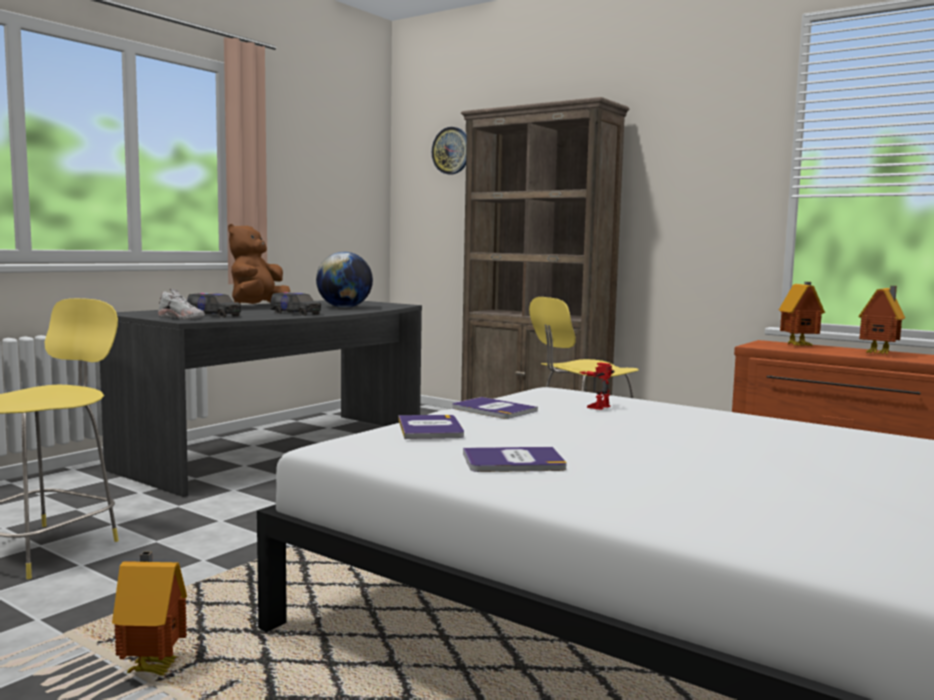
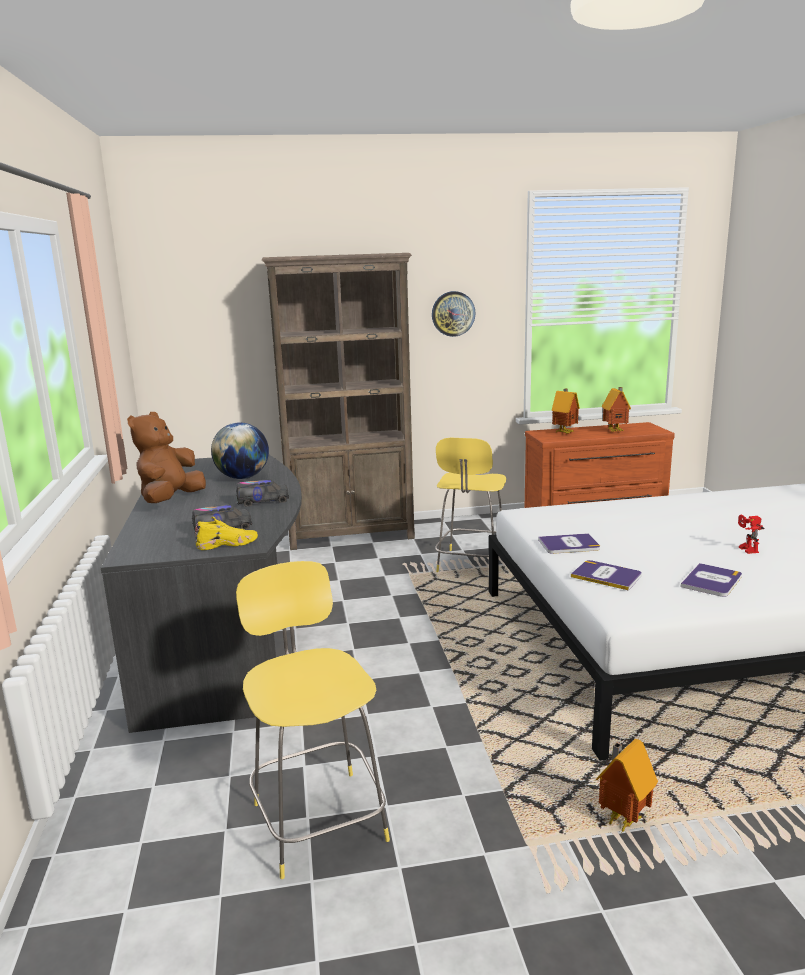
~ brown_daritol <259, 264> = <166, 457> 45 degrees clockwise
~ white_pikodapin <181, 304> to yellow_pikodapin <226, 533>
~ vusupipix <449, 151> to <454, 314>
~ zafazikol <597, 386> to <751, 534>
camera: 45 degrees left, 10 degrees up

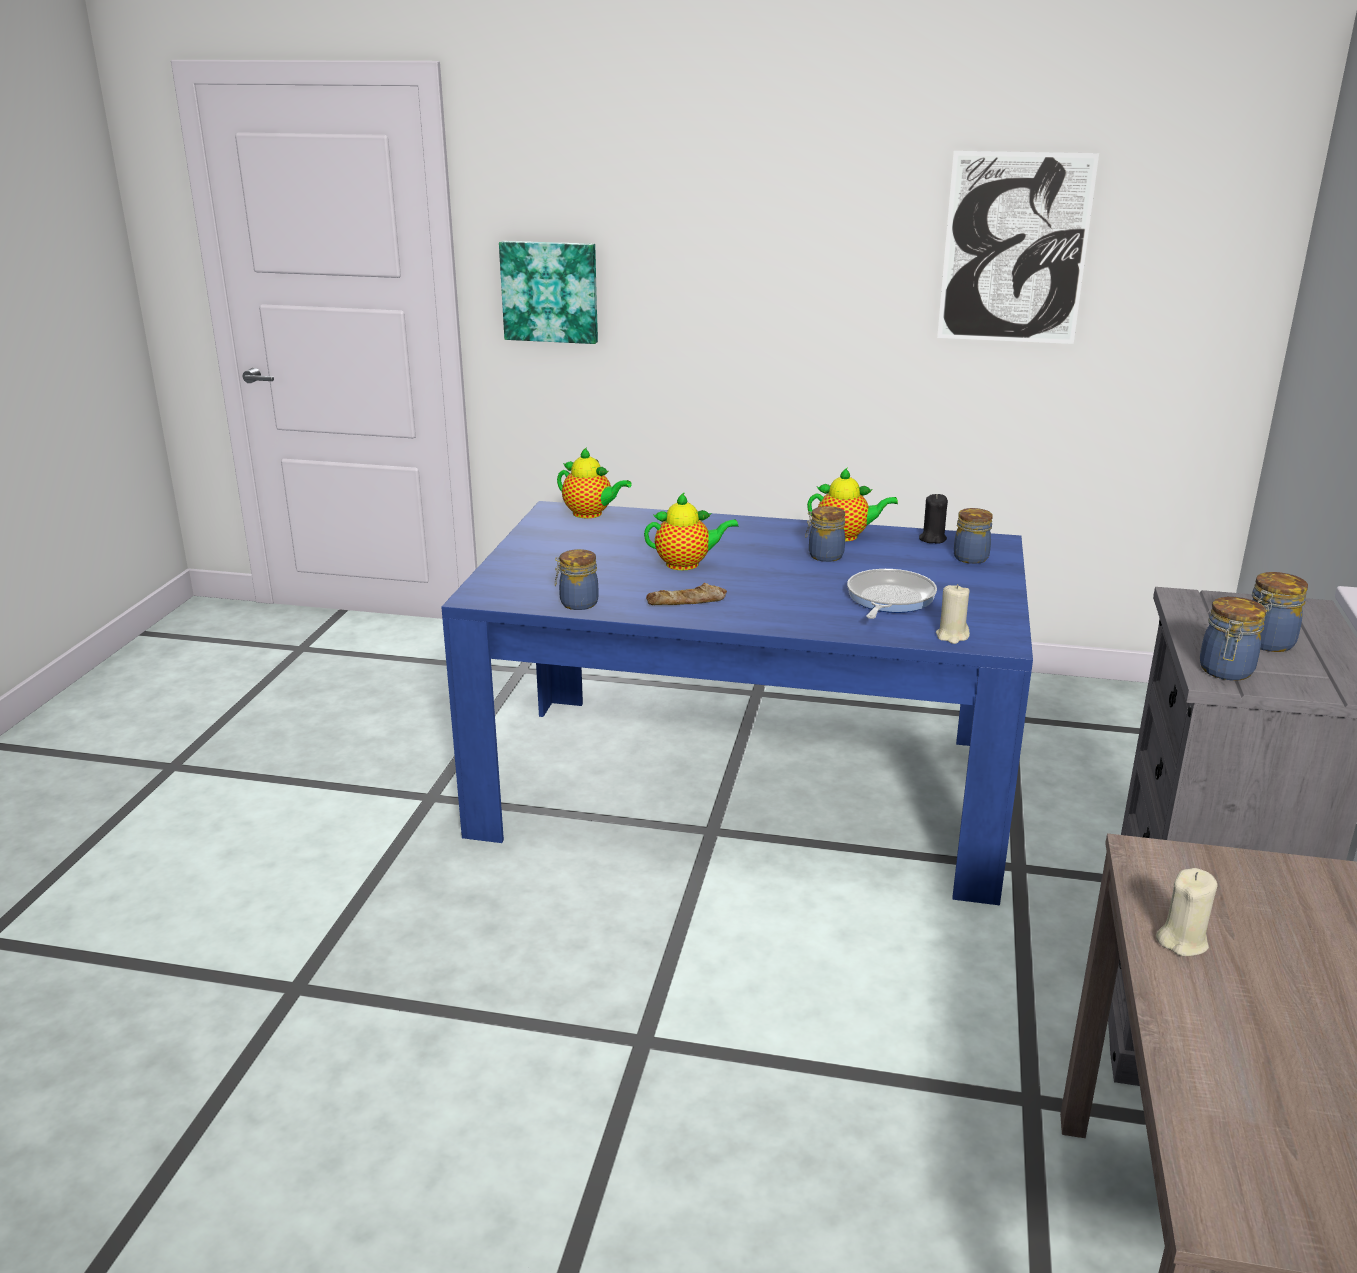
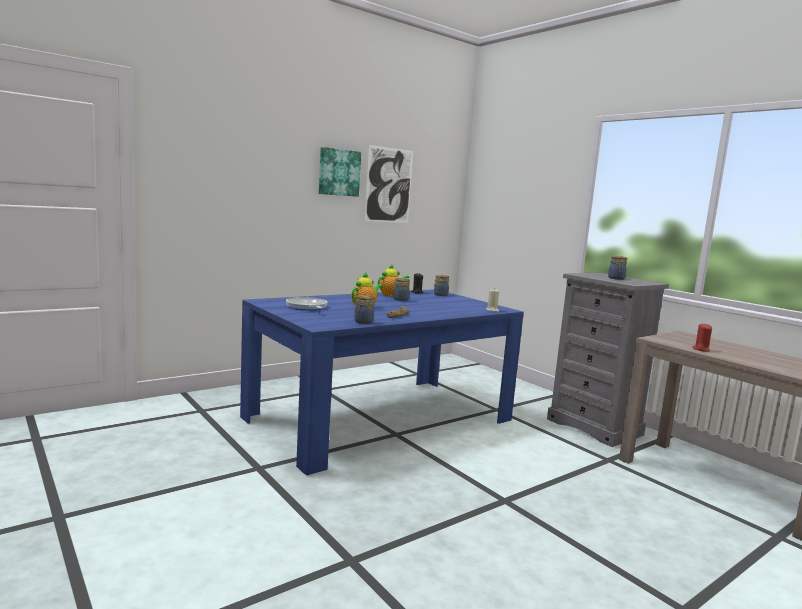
~ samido <892, 594> to <307, 303>
~ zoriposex <548, 292> to <340, 172>
~ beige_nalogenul <1186, 912> to red_nalogenul <702, 337>
- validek <594, 482>
- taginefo <1233, 638>
camera: 50 degrees left, 15 degrees down

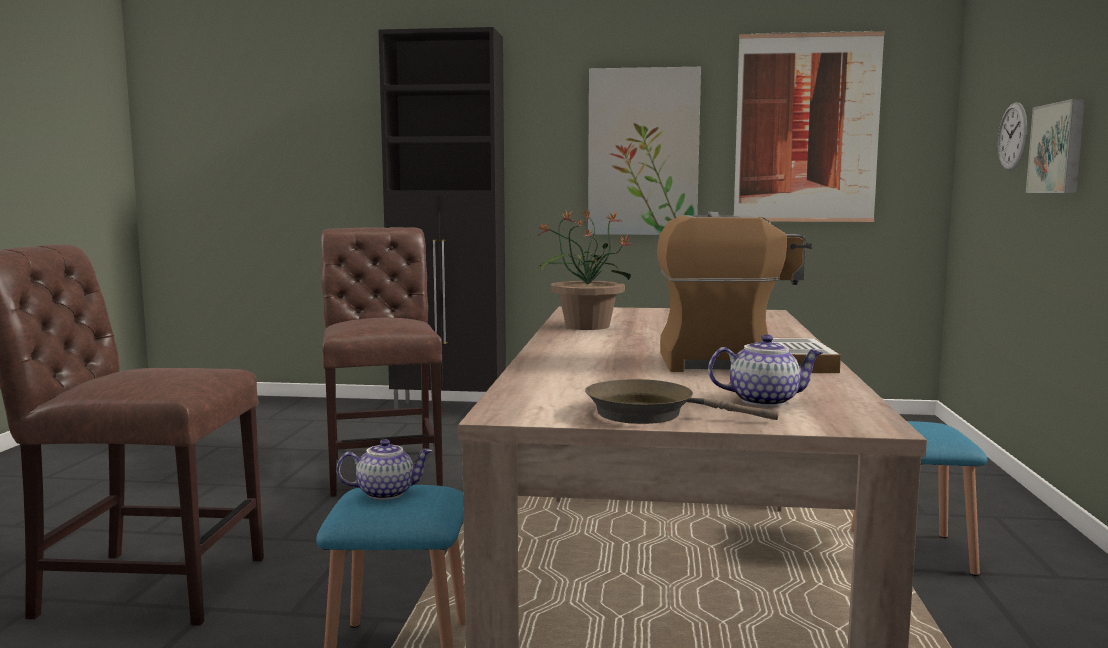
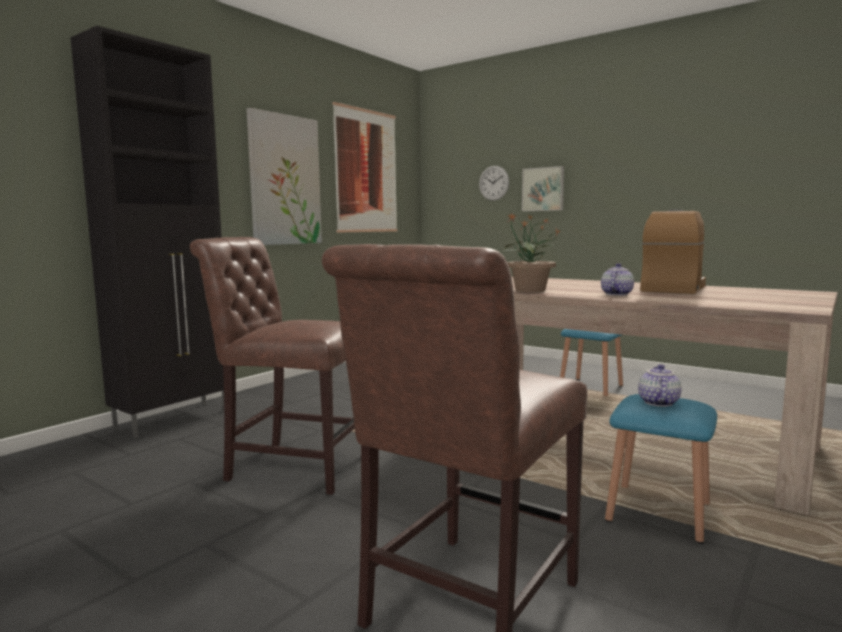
~ validek <765, 370> to <617, 279>
- brown_samido <681, 401>
camera: 60 degrees left, 0 degrees up

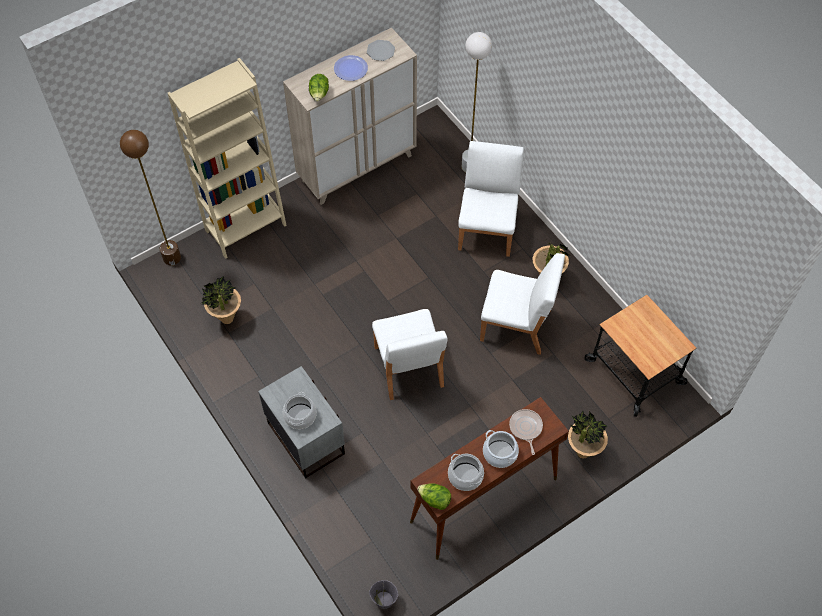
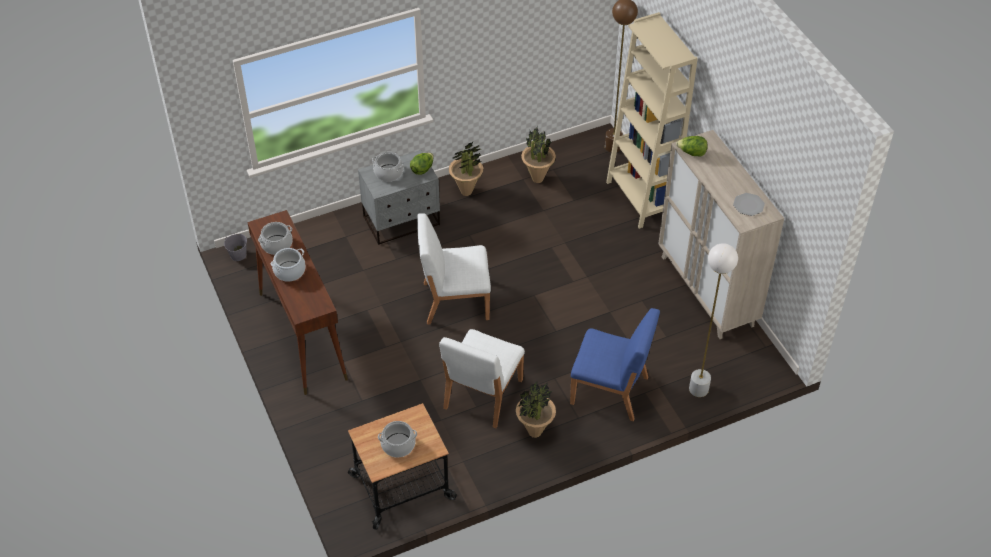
+ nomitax <397, 439>
~ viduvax <434, 496> to <422, 164>
~ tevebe <588, 435> to <466, 168>
~ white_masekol <491, 199> to blue_masekol <615, 364>
- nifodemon <351, 68>
- samido <526, 432>
camera: 100 degrees right, 10 degrees down

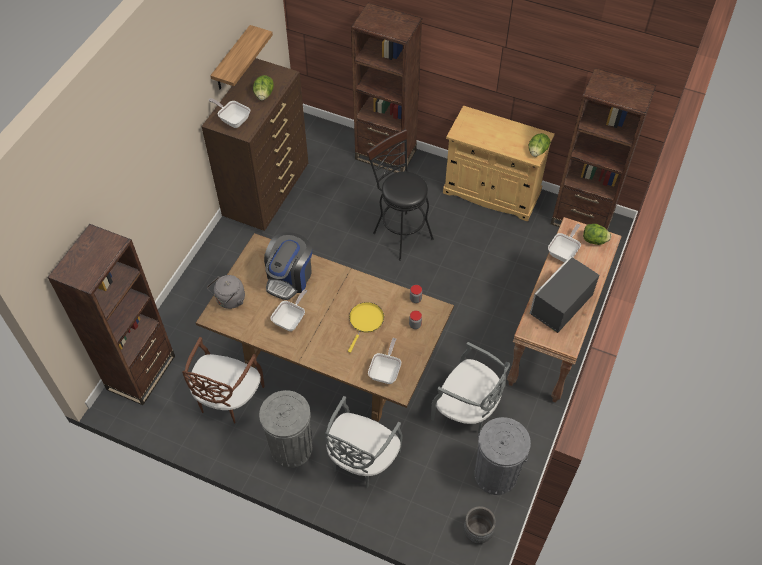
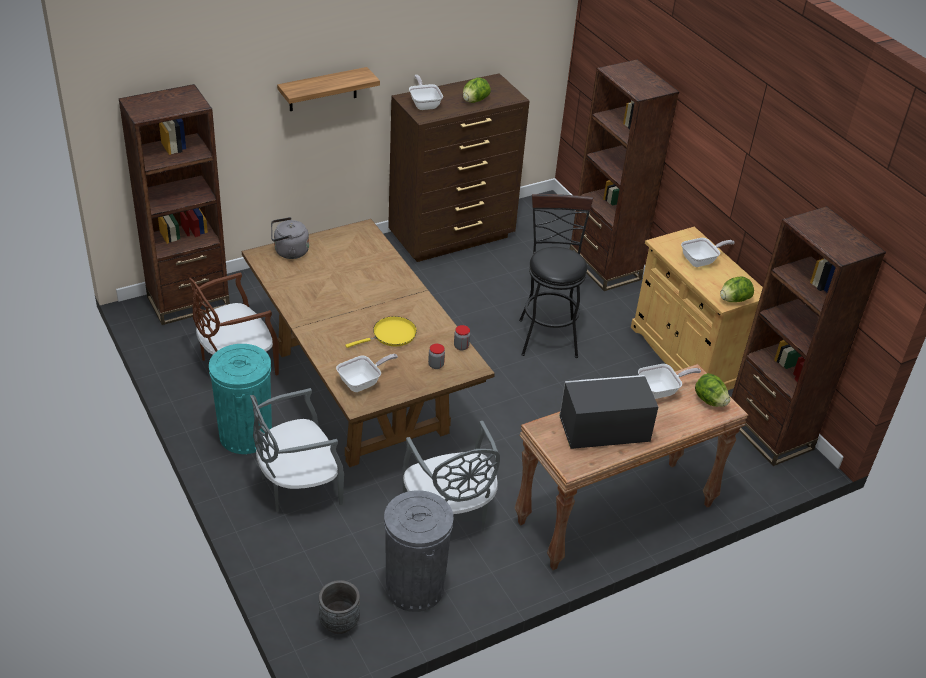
~ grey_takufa <286, 429> to turquoise_takufa <240, 399>
~ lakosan <241, 57> to <328, 89>
~ samido <289, 310> to <708, 252>
- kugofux <288, 266>
camera: 35 degrees right, 15 degrees down

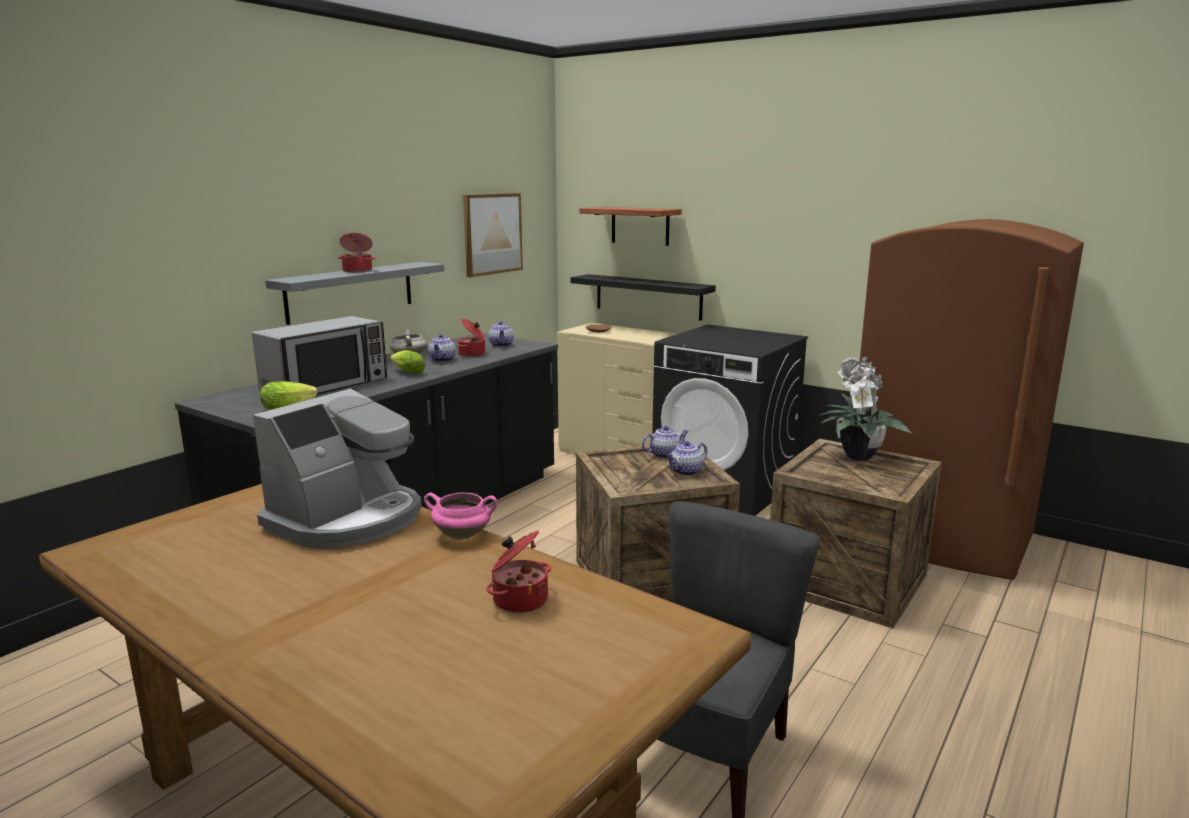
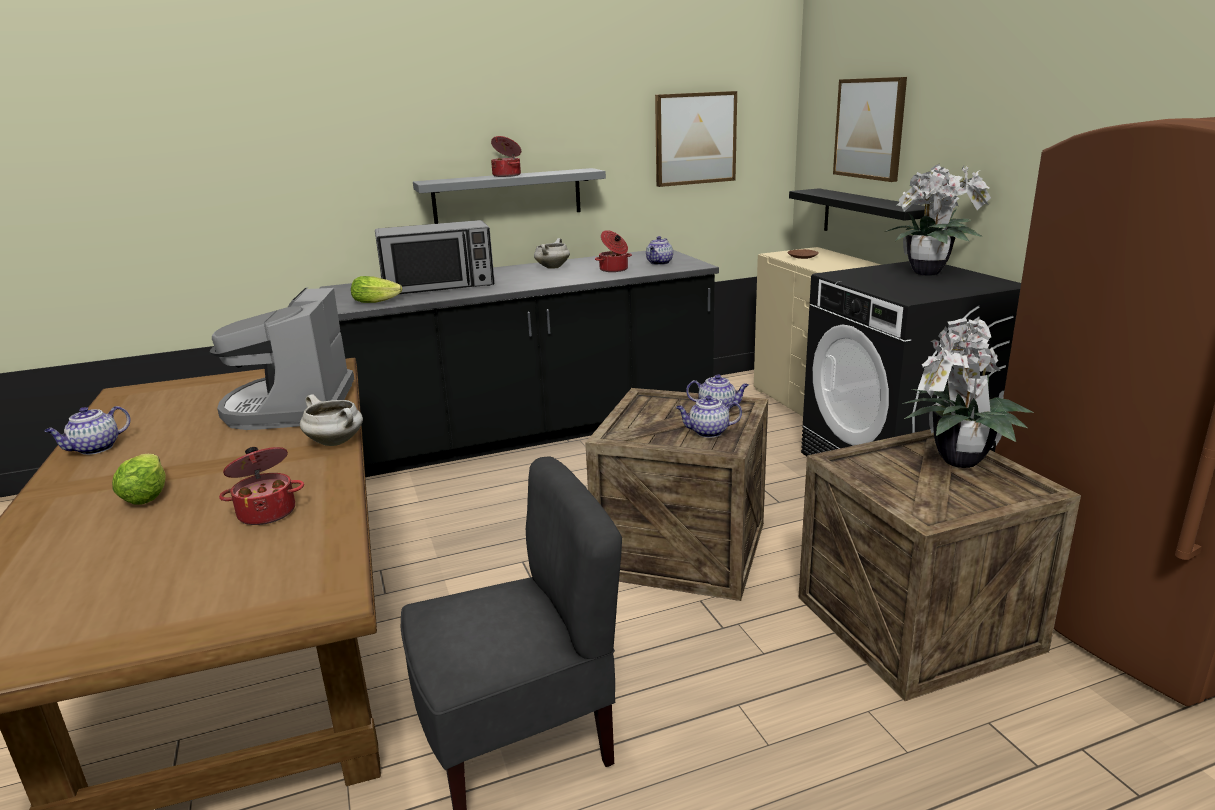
~ validek <442, 348> to <87, 430>
~ viduvax <407, 362> to <139, 479>
~ kugofux <337, 468> = <282, 358> 105 degrees clockwise
~ pink_nomitax <460, 516> to white_nomitax <331, 420>
~ lakosan <630, 226> to zoriposex <870, 129>
+ tevebe <938, 219>
camera: 35 degrees right, 5 degrees up

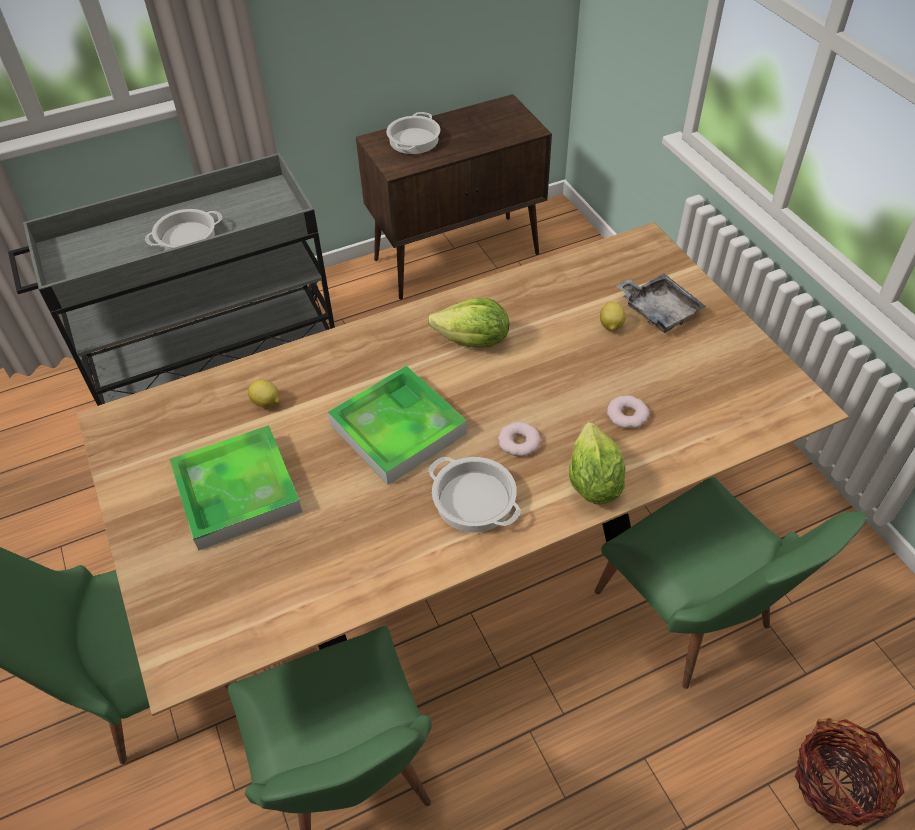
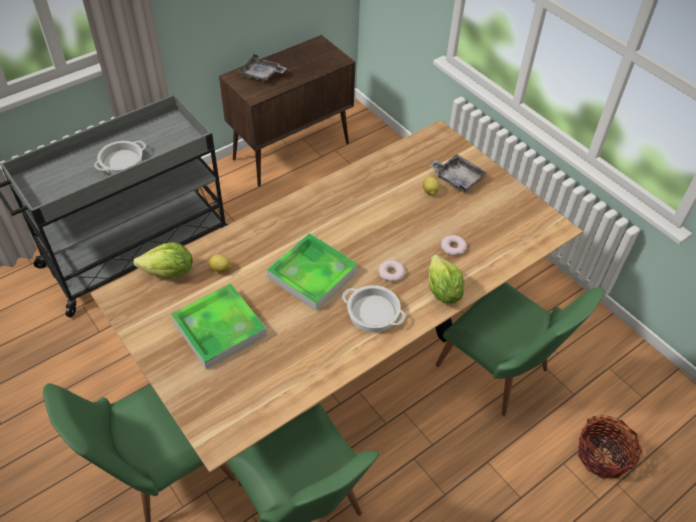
~ viduvax <468, 322> to <162, 260>
~ nomitax <413, 133> to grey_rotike <262, 68>
camera: 15 degrees left, 0 degrees up

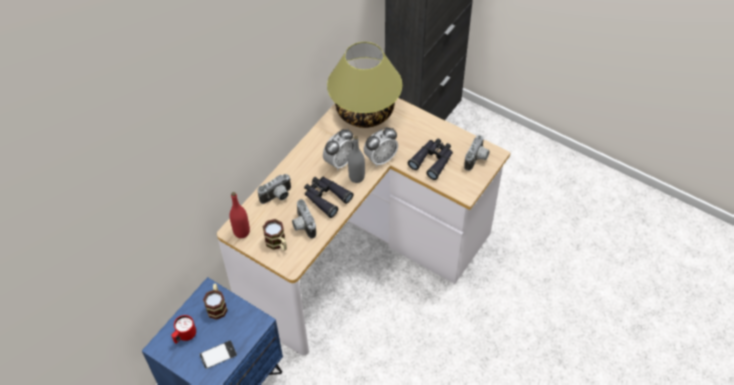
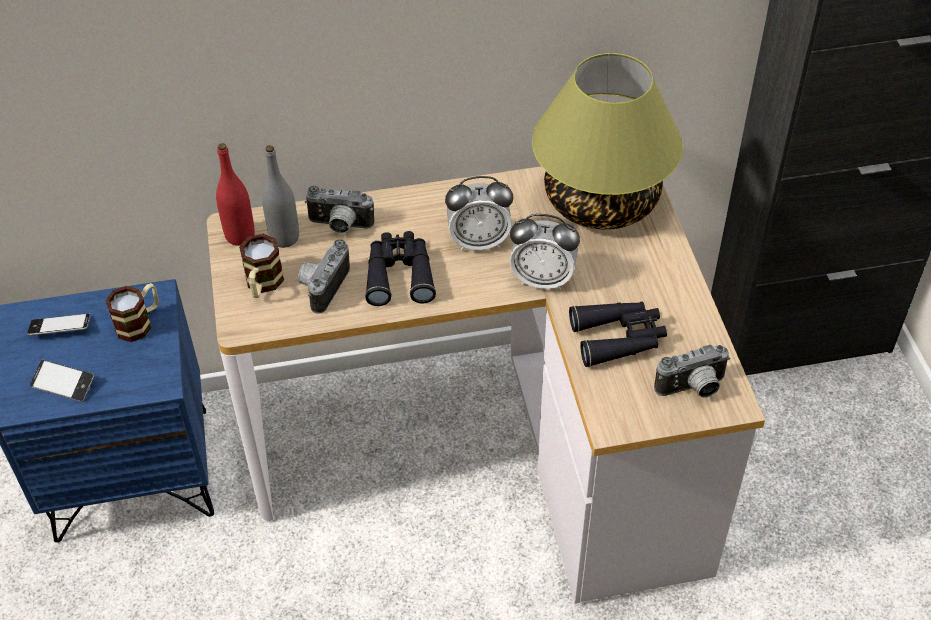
~ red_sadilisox <183, 329> to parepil <58, 324>
~ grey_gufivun <356, 159> to <280, 196>
camera: 45 degrees right, 5 degrees down

